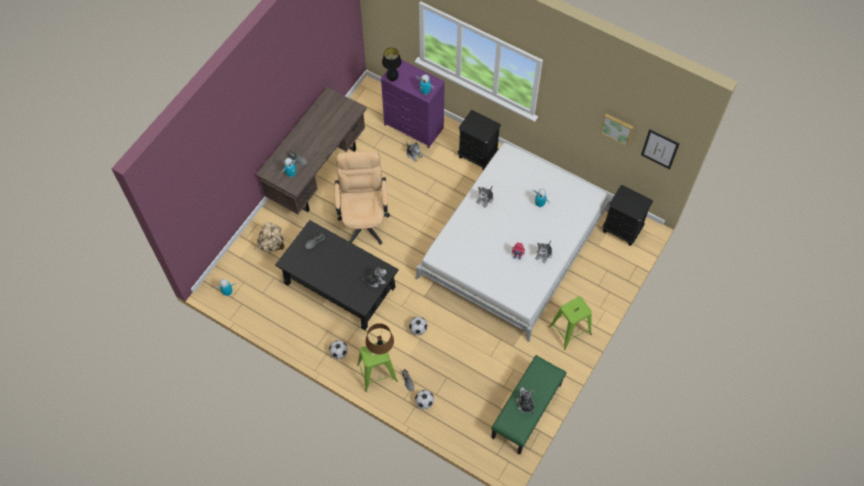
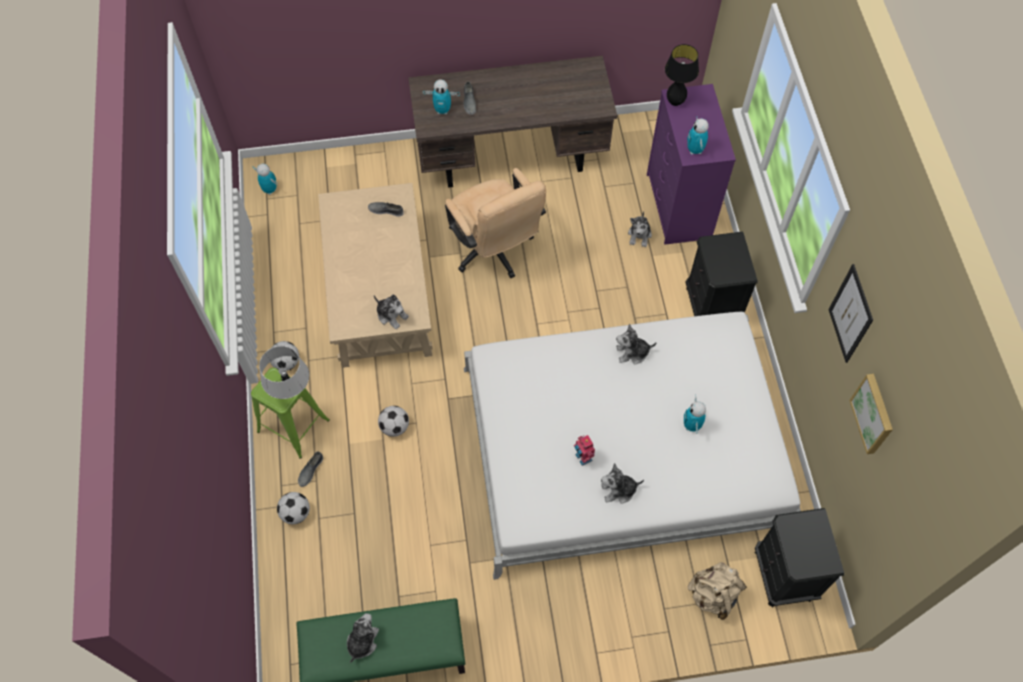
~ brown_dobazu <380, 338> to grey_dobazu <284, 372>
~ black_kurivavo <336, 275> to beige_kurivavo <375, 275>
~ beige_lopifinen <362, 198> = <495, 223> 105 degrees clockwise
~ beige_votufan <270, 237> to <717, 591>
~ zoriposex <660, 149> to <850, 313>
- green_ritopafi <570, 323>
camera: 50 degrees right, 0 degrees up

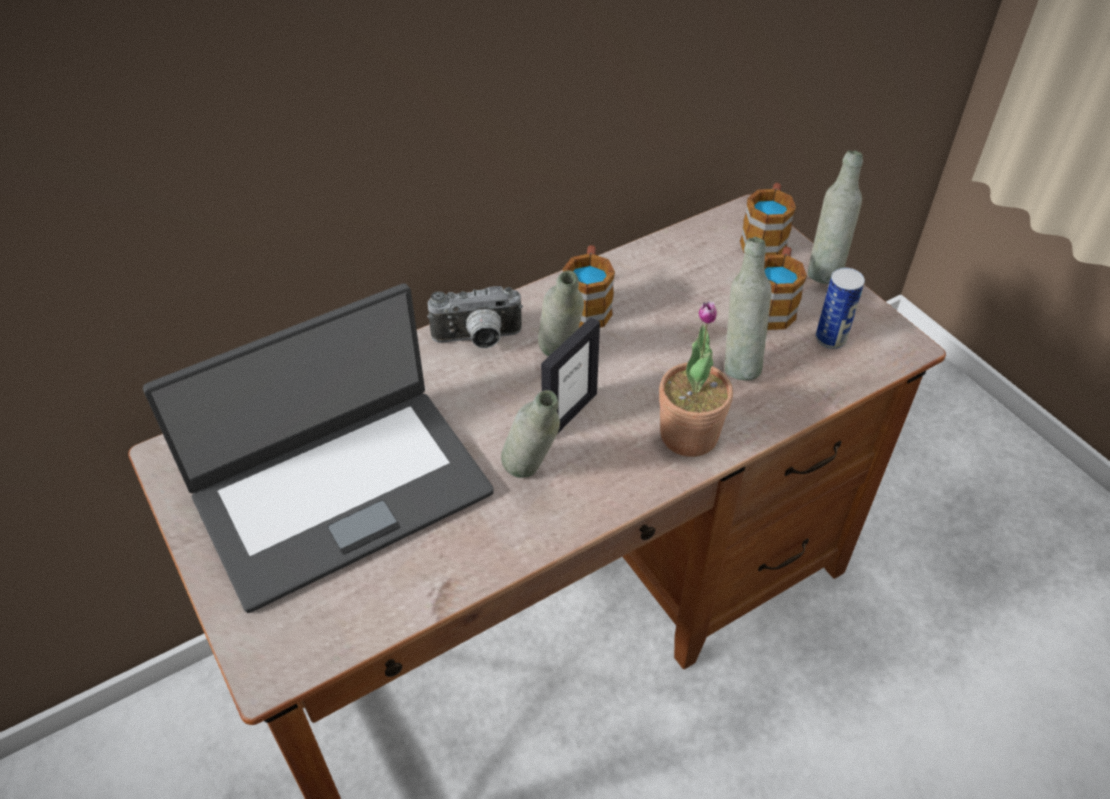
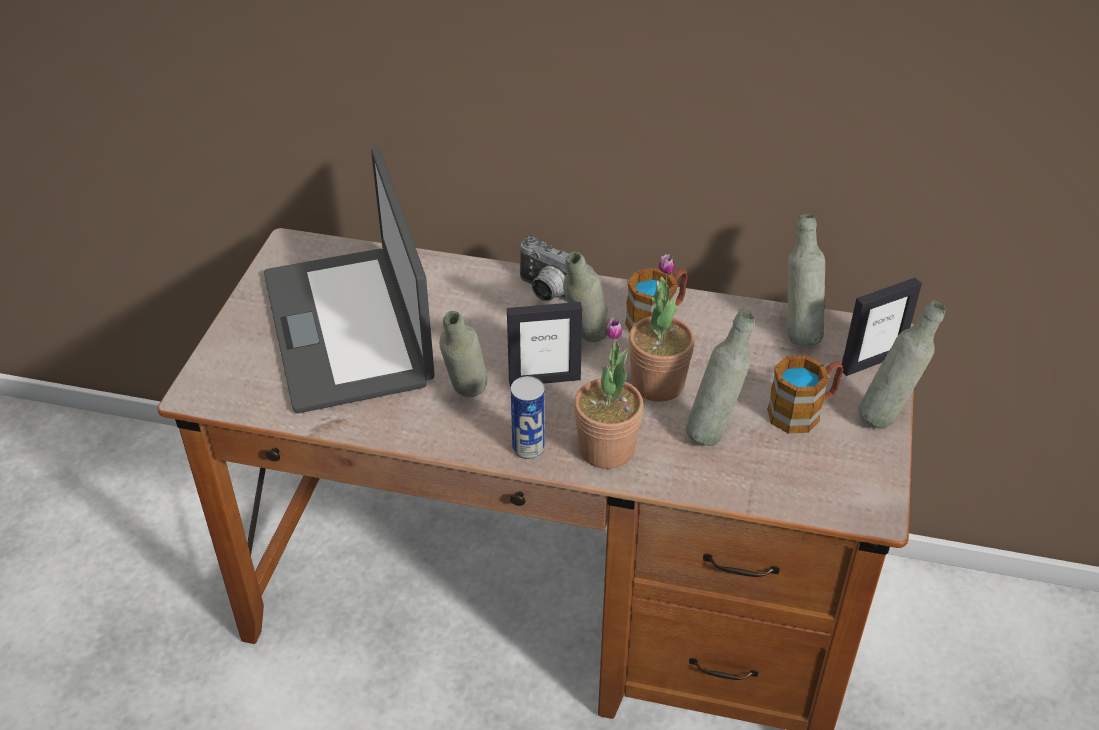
~ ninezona <318, 448> = <349, 281> 60 degrees clockwise
~ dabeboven <840, 308> to <528, 417>
+ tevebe <662, 328>
+ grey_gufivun <806, 280>
~ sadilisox <768, 219> to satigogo <882, 326>
camera: 45 degrees right, 5 degrees down

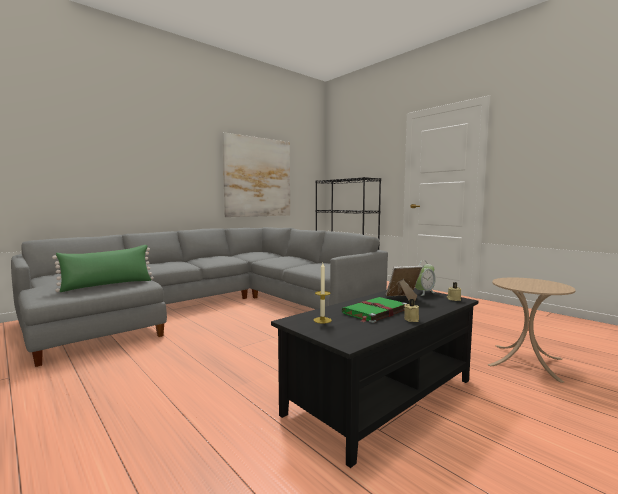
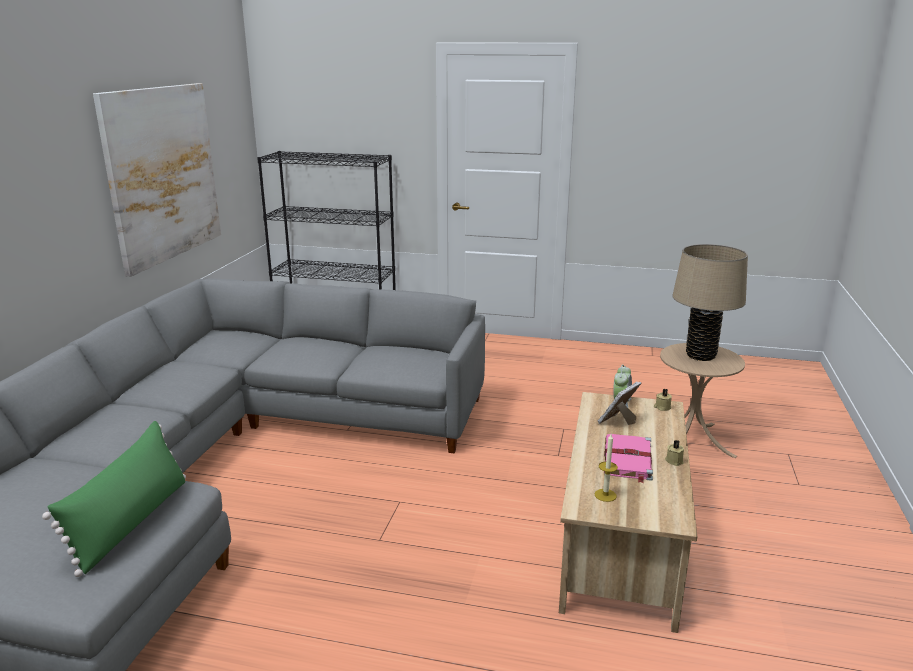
~ black_kurivavo <374, 378> to beige_kurivavo <628, 512>
~ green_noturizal <374, 310> to pink_noturizal <628, 458>
+ beige_dobazu <710, 302>
camera: 35 degrees left, 15 degrees up

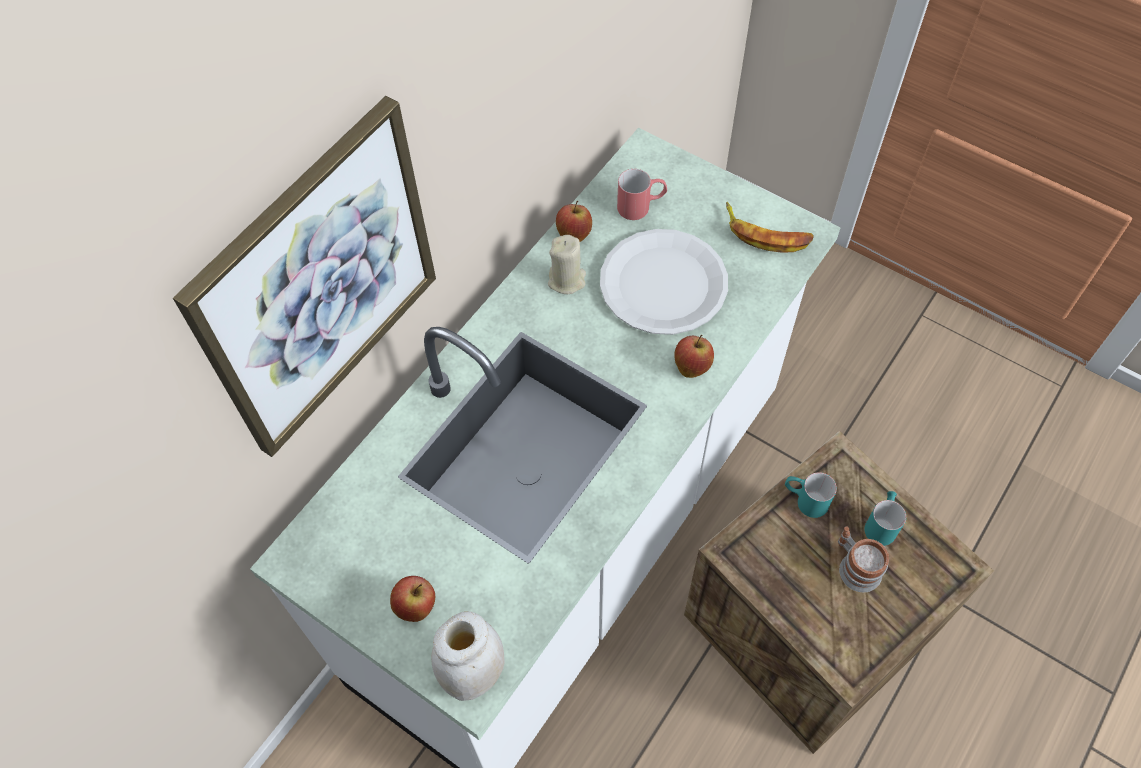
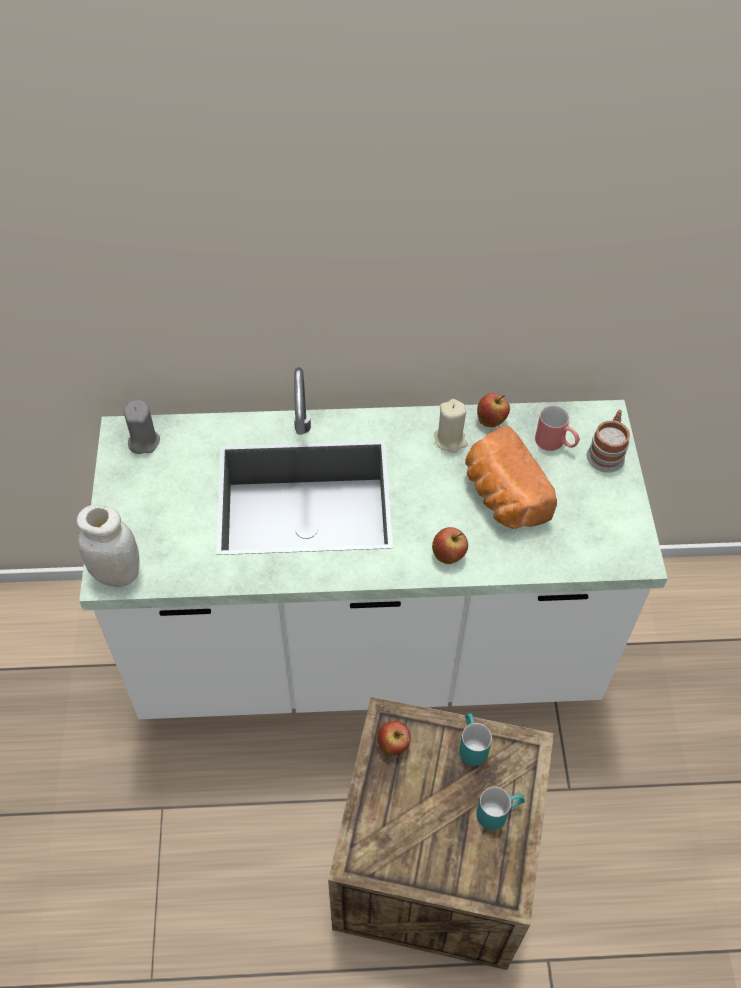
+ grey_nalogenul <142, 427>
~ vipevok <412, 599> to <394, 738>
~ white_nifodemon <664, 282> to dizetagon <511, 477>
~ sadilisox <863, 559> to <608, 441>
- zoriposex <304, 276>
- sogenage <770, 227>
camera: 50 degrees right, 5 degrees down

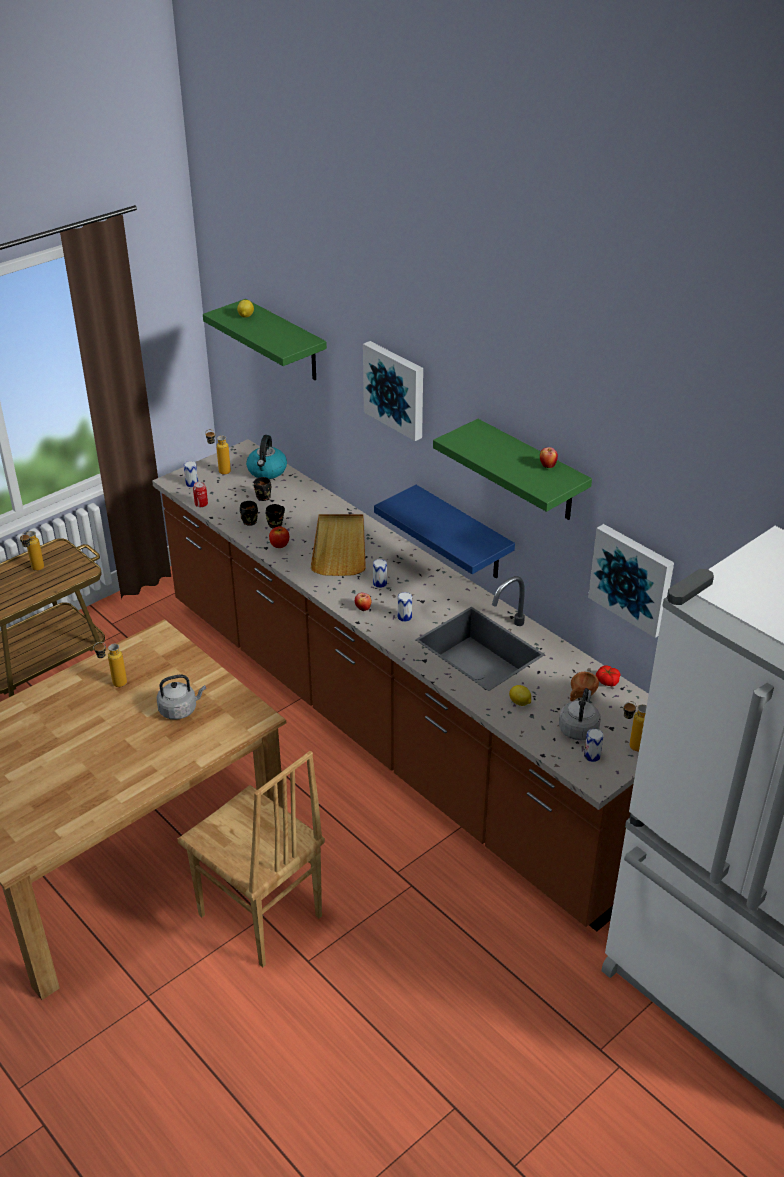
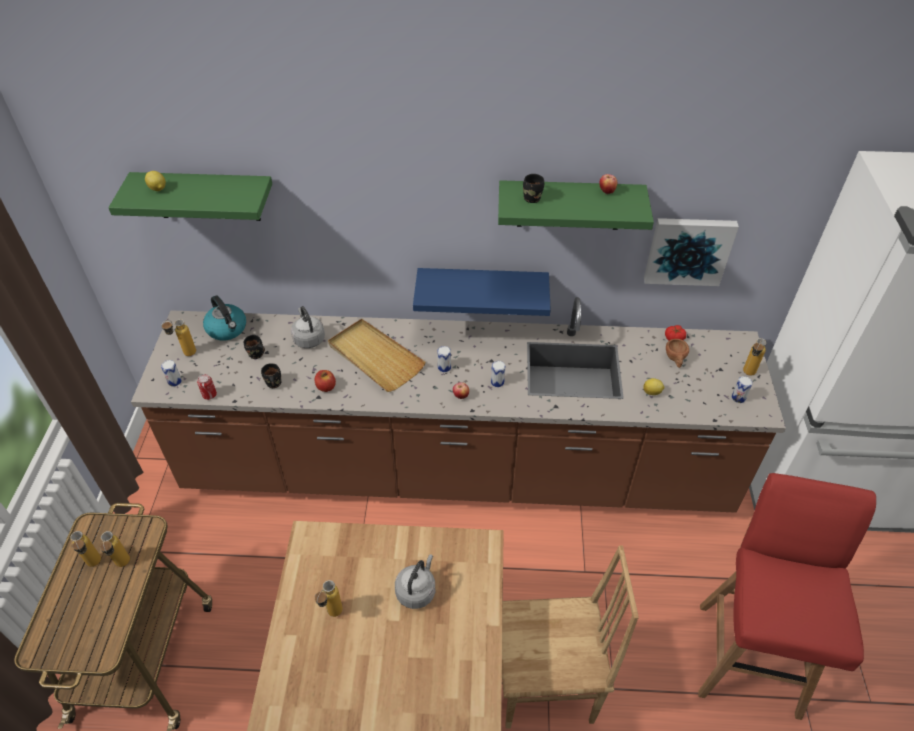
+ gufivun <115, 549>
~ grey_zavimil <580, 714> to <308, 327>
~ black_sadilisox <275, 516> to <533, 188>
+ red_ritopafi <787, 596>
- zoriposex <393, 391>
camera: 45 degrees left, 10 degrees up

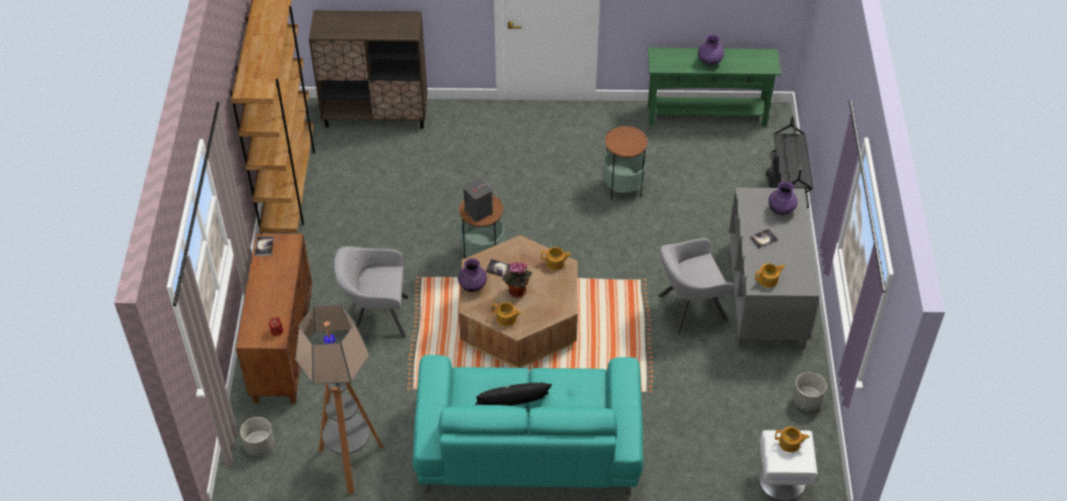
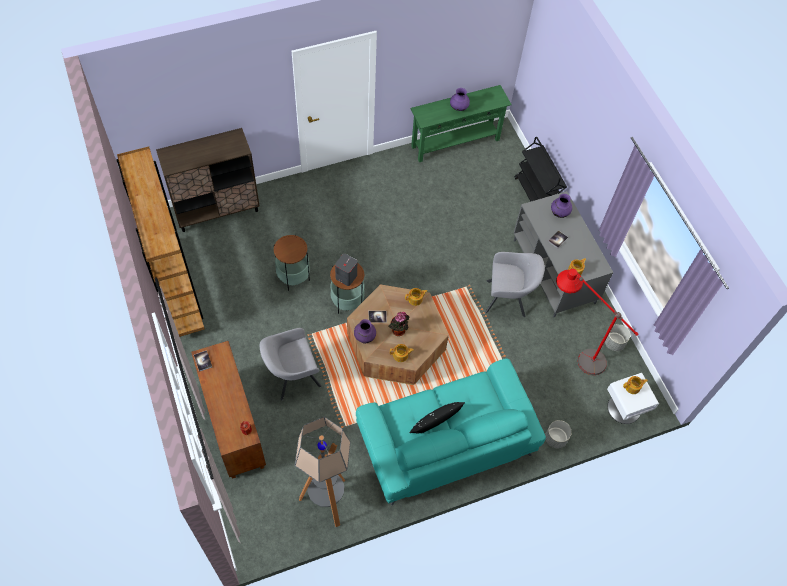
~ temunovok <625, 163> to <292, 263>
~ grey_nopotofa <696, 286> = <515, 284> 135 degrees counterclockwise
~ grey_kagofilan <257, 436> to <558, 434>
+ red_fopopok <597, 322>
camera: 25 degrees left, 10 degrees up

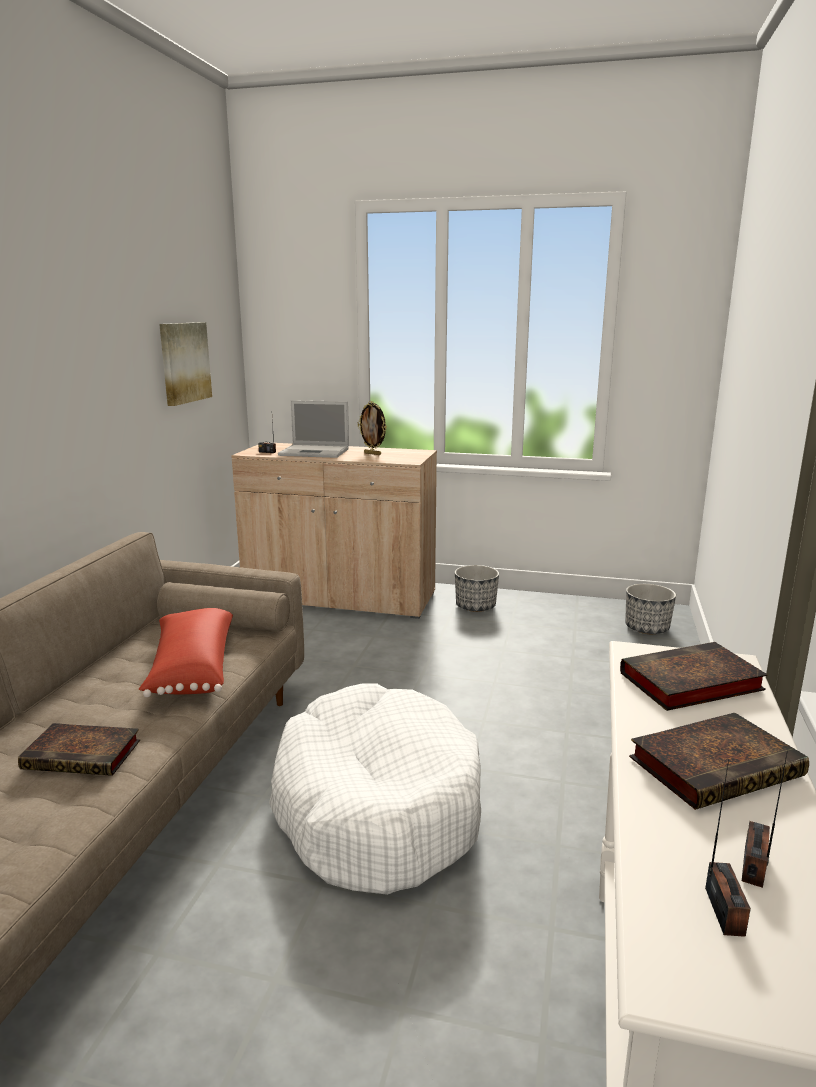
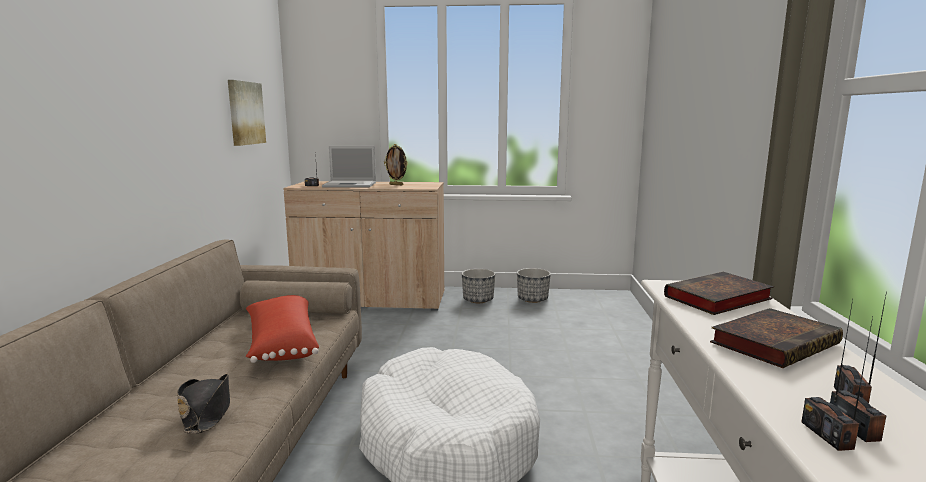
~ noturizal <79, 749> to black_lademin <203, 404>
~ kagofilan <650, 609> to <534, 285>
+ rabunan <837, 384>
camera: 10 degrees left, 5 degrees down

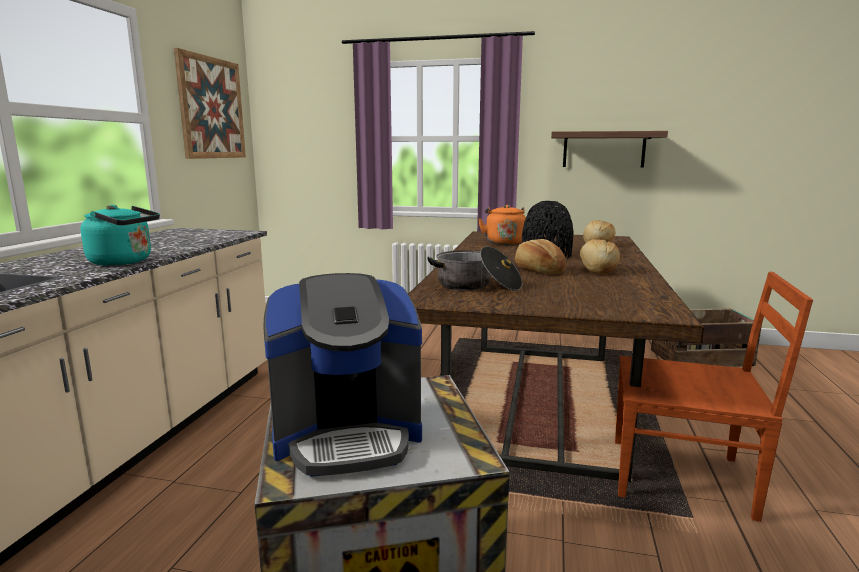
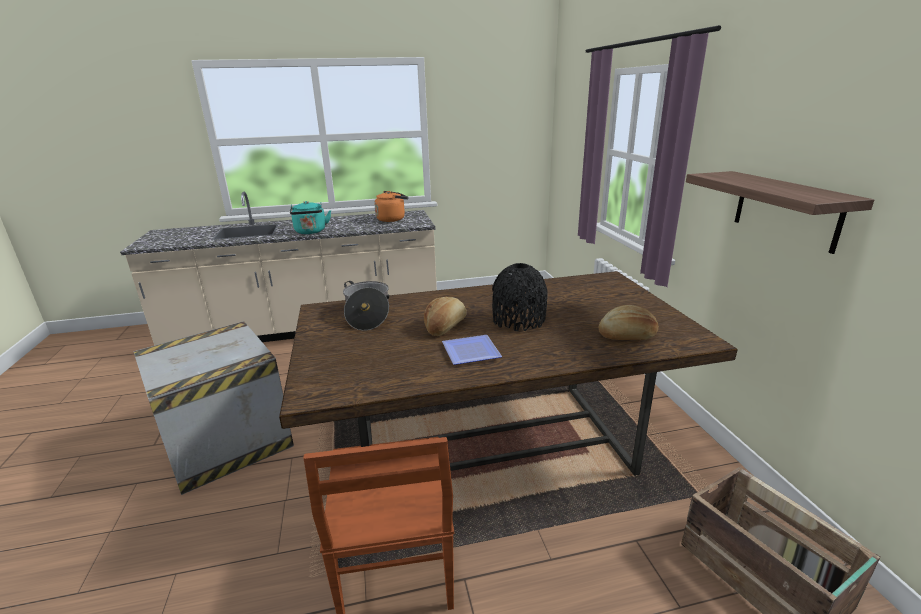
~ orange_zavimil <502, 225> to <391, 206>
~ dizetagon <600, 256> to nifodemon <472, 350>
- zoriposex <210, 103>
- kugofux <343, 375>
camera: 65 degrees right, 10 degrees up

